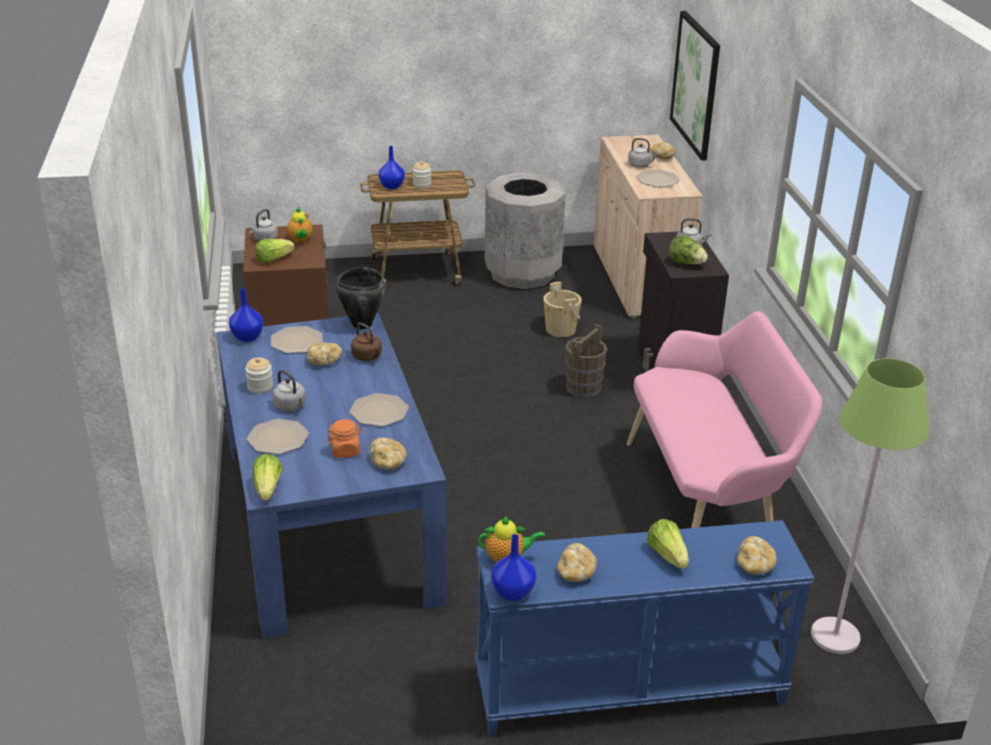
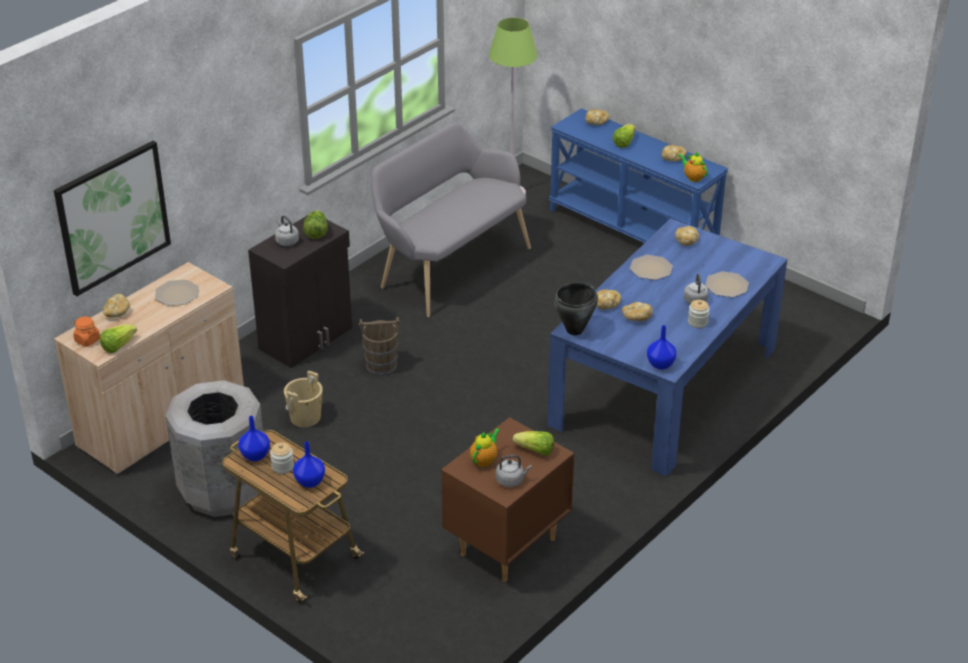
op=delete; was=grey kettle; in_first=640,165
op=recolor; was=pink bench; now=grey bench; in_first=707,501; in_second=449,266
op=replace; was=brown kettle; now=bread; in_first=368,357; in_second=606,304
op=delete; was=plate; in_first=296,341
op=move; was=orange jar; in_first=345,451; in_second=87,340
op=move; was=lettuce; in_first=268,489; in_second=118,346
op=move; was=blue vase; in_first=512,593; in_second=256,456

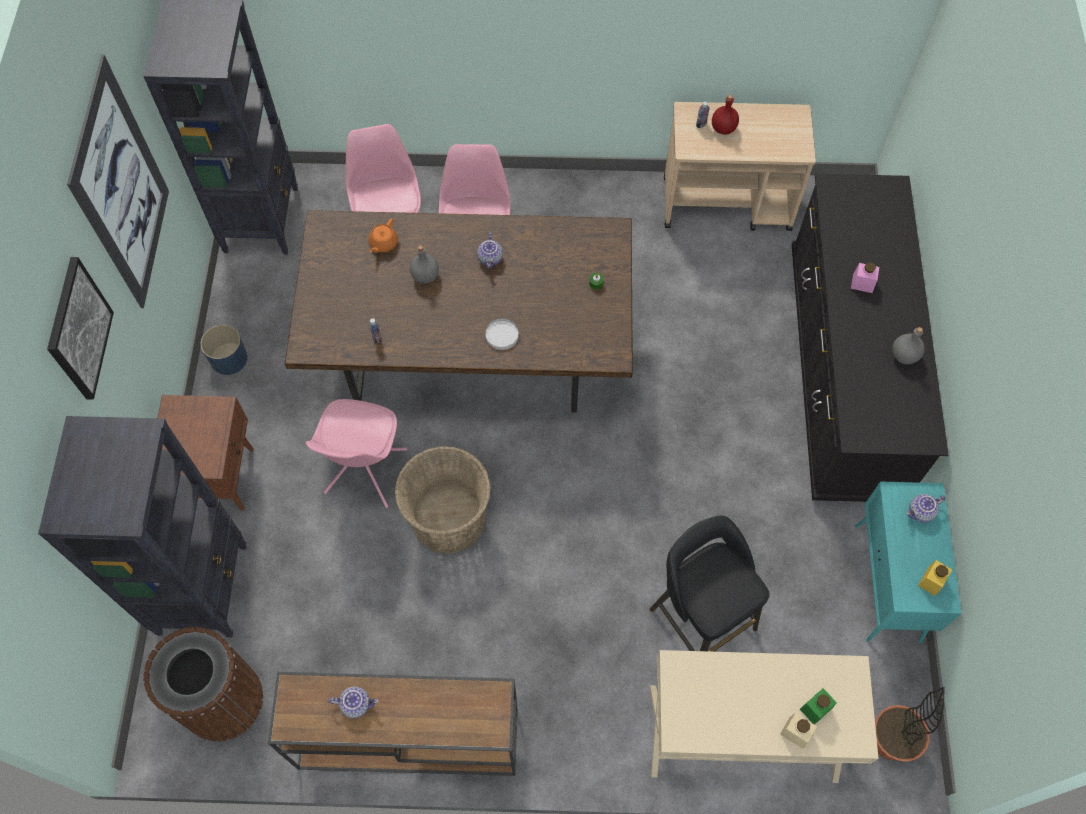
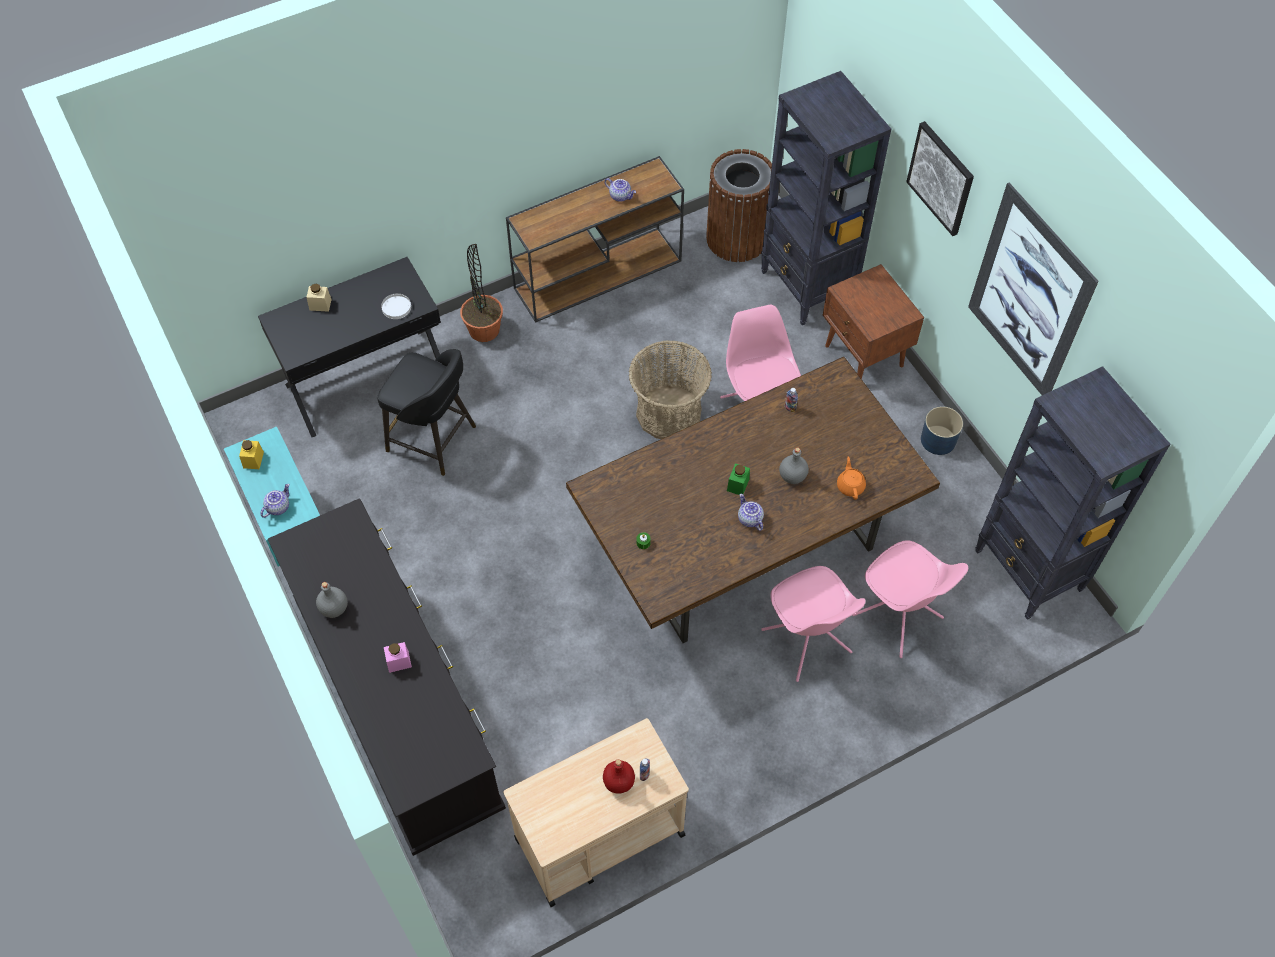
op=move; was=white plate; in_first=502,335; in_second=396,307
op=recolor; was=beige desk; now=black desk; in_first=742,734; in_second=367,380
op=rotate; was=teapot; in_first=356,704; in_second=620,196; clockwise=-120
op=move; was=potted plant; in_first=890,740; in_second=484,330
op=move; was=green jar; in_first=815,708; in_second=738,485

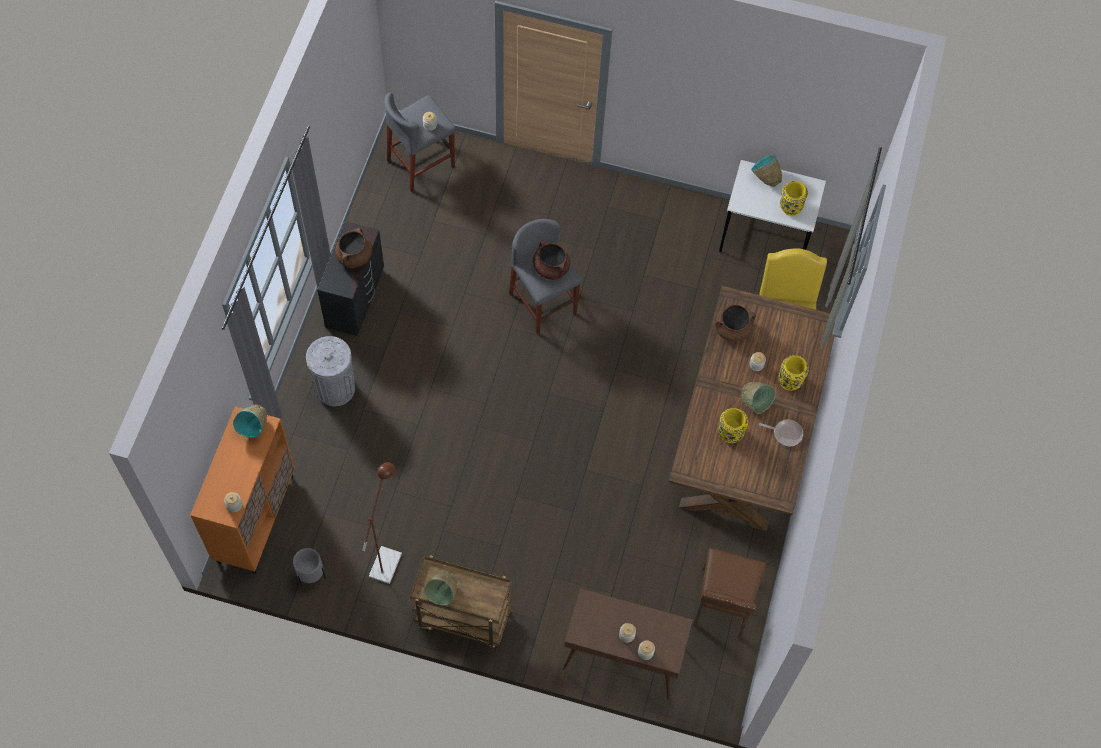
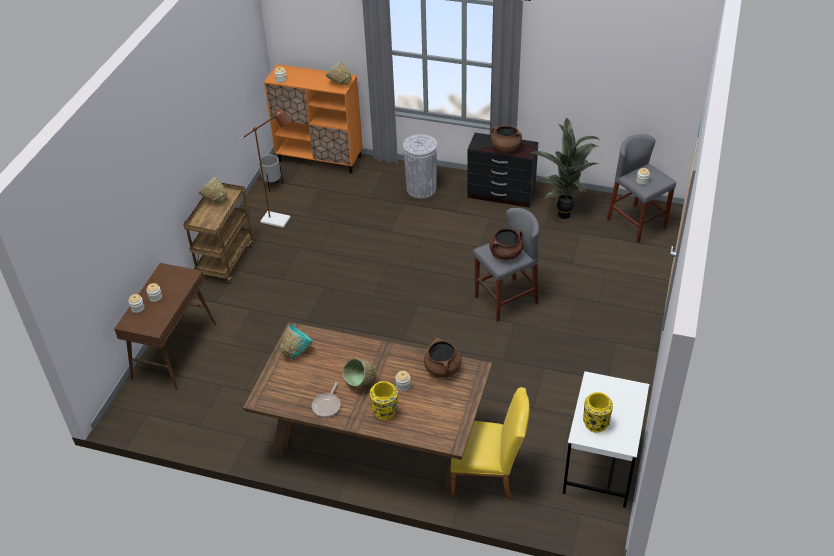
op=move; was=turquoise bowl; in_first=765,178; in_second=296,351
op=delete; was=yellow vase; in_first=730,433
op=delete; was=brown chair; in_first=723,605
op=insert; now=potted plant; in_second=563,213

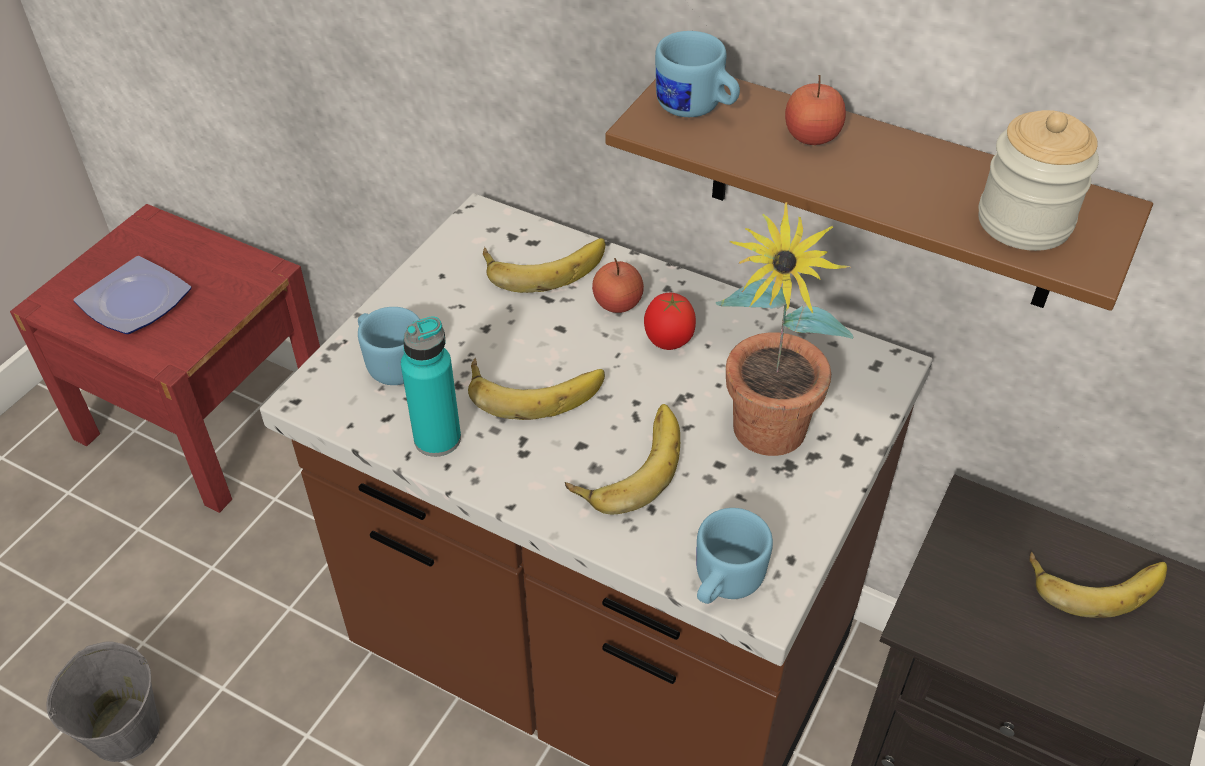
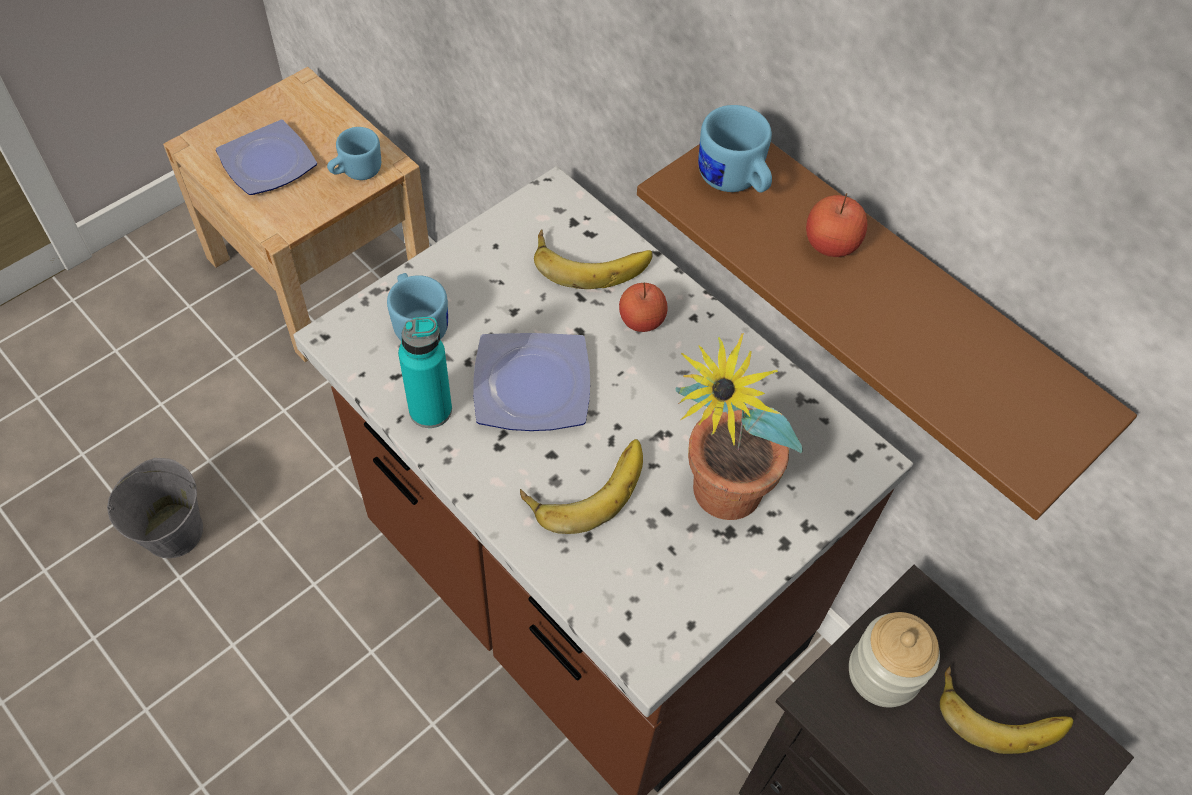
op=move; was=jar; in_first=1024,222; in_second=883,673
op=recolor; was=red nightstand; now=beige nightstand; in_first=204,416; in_second=320,268
op=delete; was=tomato; in_first=668,342
op=replace; was=banana; now=plate; in_first=535,387; in_second=534,384
op=move; was=blue mug; in_first=722,584; in_second=356,172

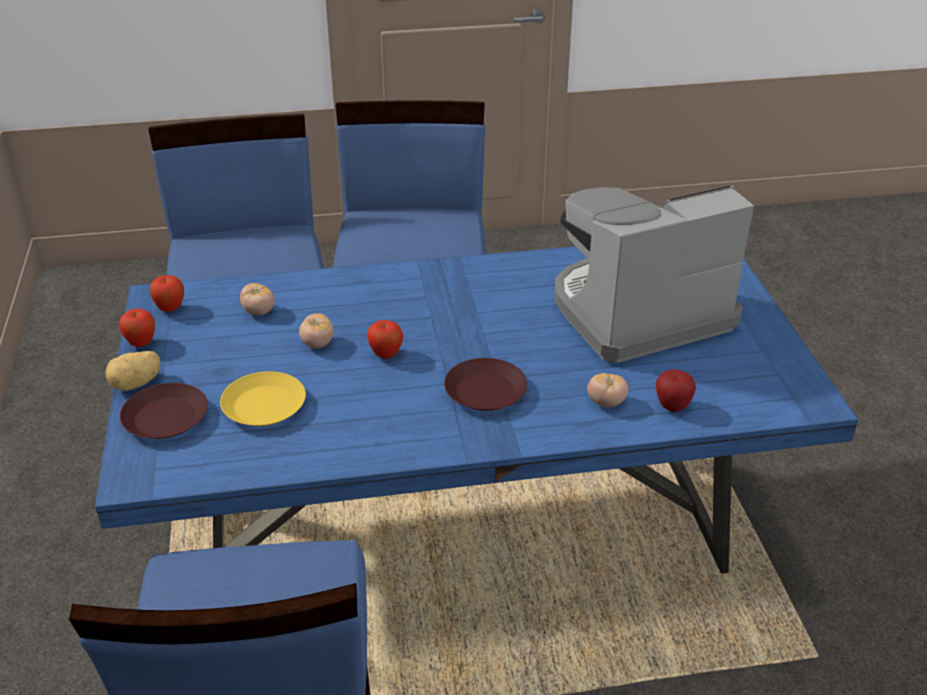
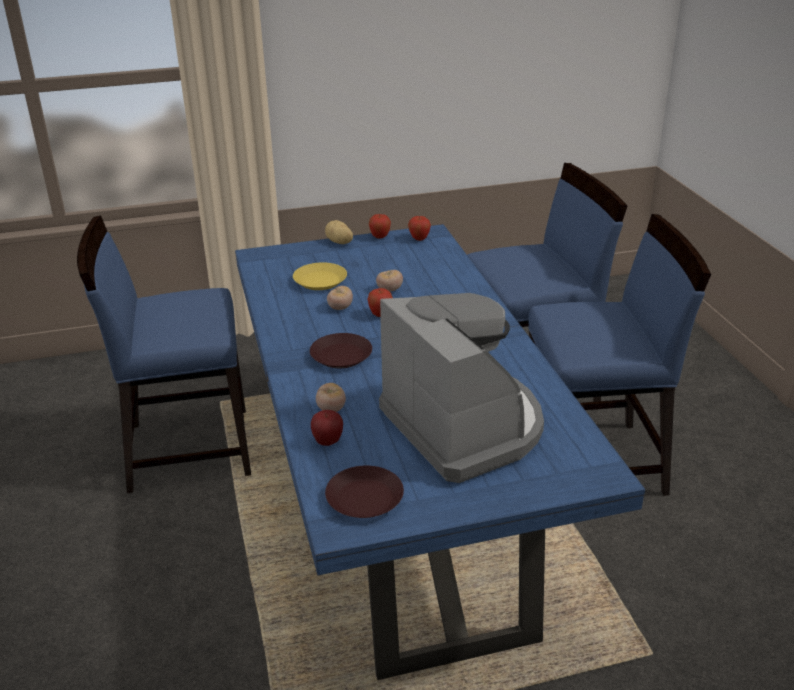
op=move; was=tomato; in_first=259,311; in_second=340,308
op=move; was=brown plate; in_first=165,418; in_second=365,498

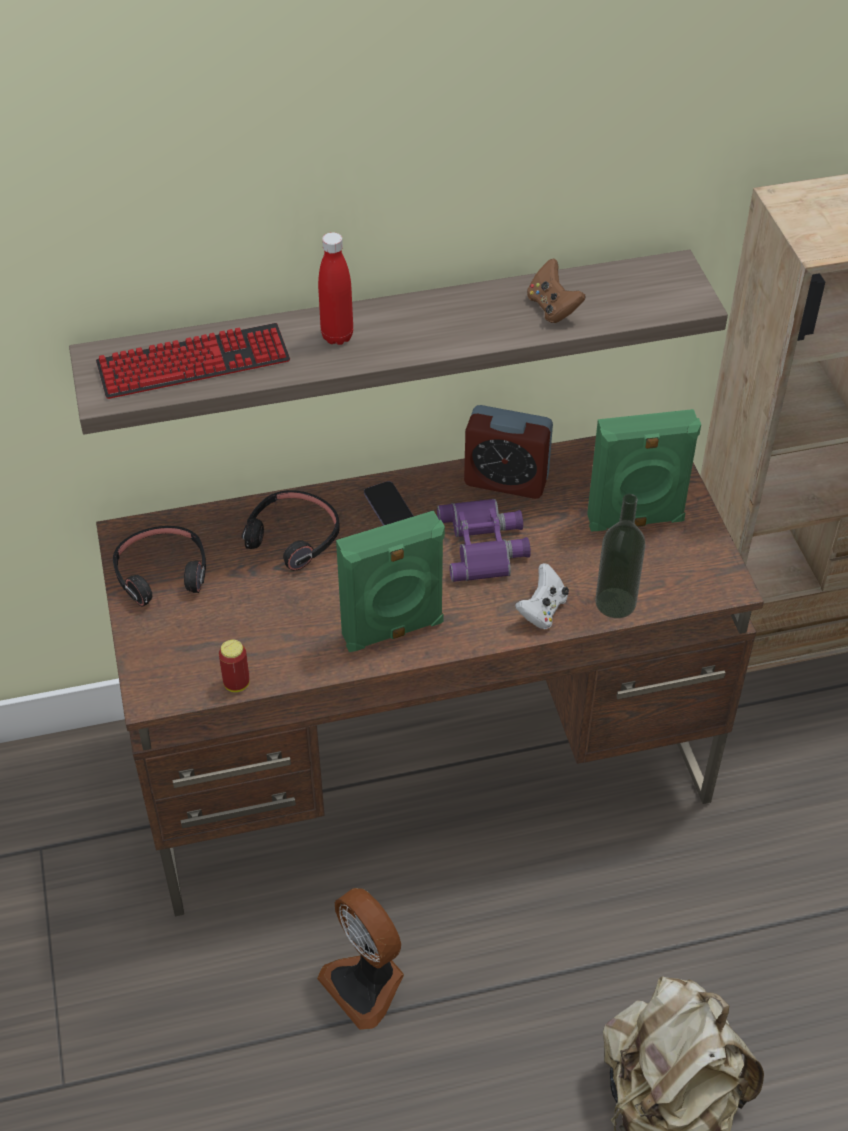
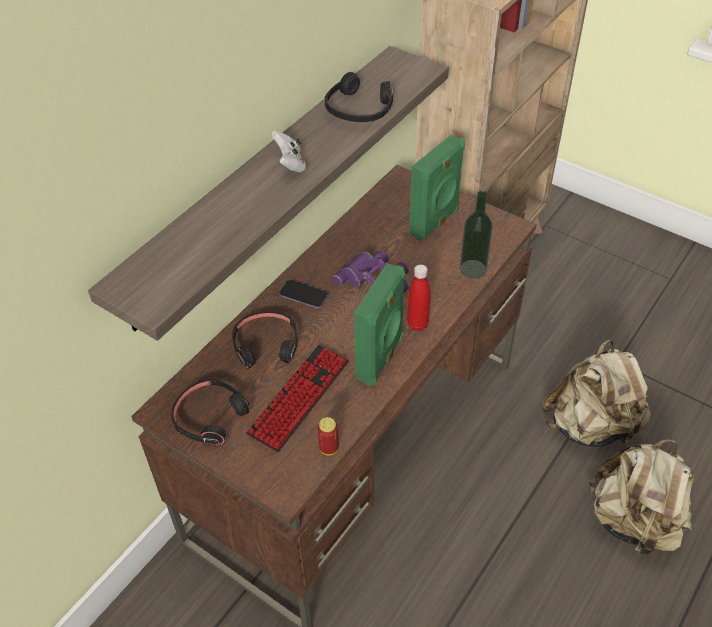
op=move; was=red bottle; in_first=337,336; in_second=417,324
op=replace; was=brown game controller; now=black headphones; in_first=552,308; in_second=359,109
op=move; was=keyboard; in_first=193,364; in_second=299,398
op=delete; was=alarm clock; in_first=506,480
op=move; was=white game controller; in_first=542,610; in_second=290,163
op=delete; was=fan; in_first=366,983
op=insert; now=beige backpack; in_second=591,425

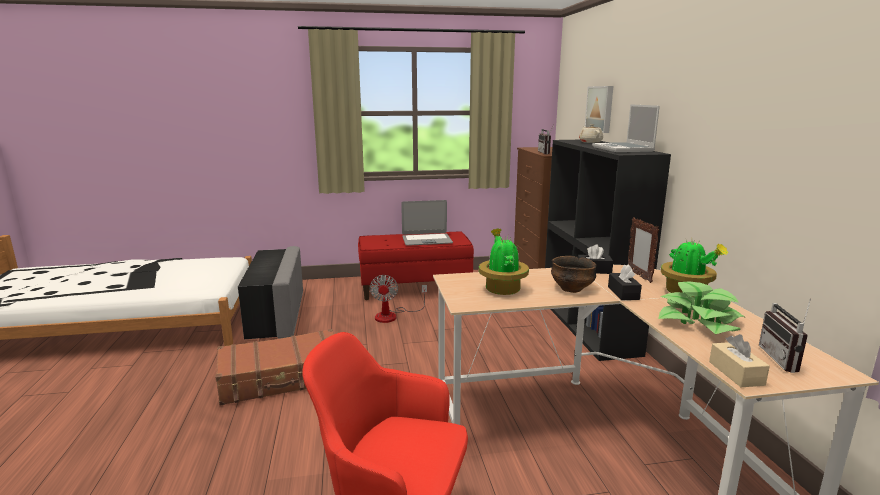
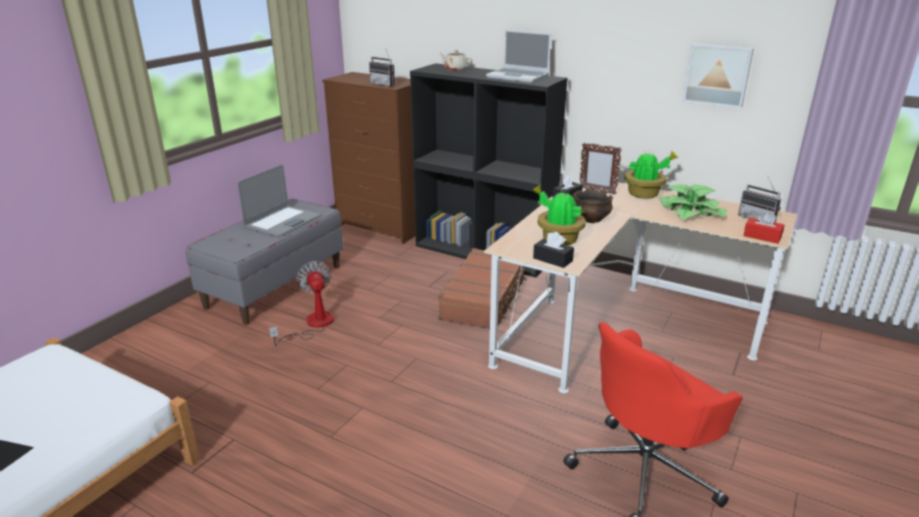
op=move; was=picture; in_first=600,109; in_second=717,75
op=recolor; was=red bench; now=grey bench; in_first=415,288; in_second=275,286
op=delete; was=grey ottoman; in_first=277,314
op=move; was=black tissue box; in_first=623,293; in_second=552,259
op=rotate; was=fan; in_first=392,315; in_second=313,325; clockwise=-150
op=move; was=brown suitcase; in_first=282,378; in_second=484,298
op=recolor; was=beige tissue box; now=red tissue box; in_first=736,373; in_second=762,236

